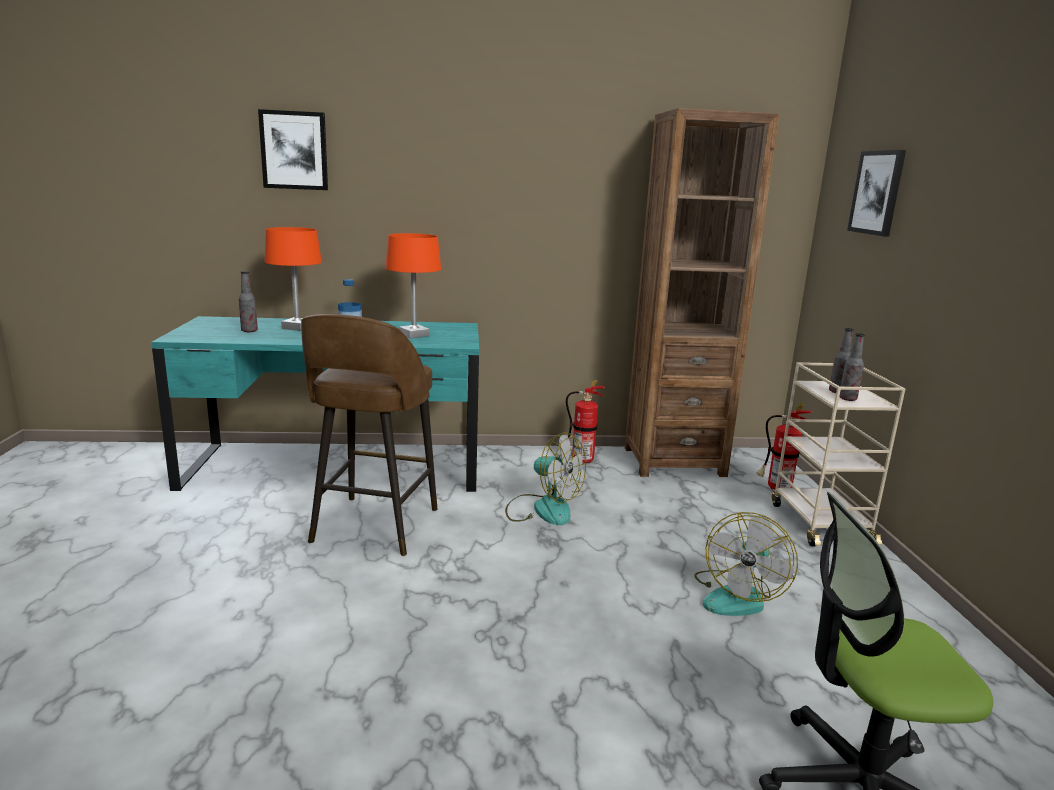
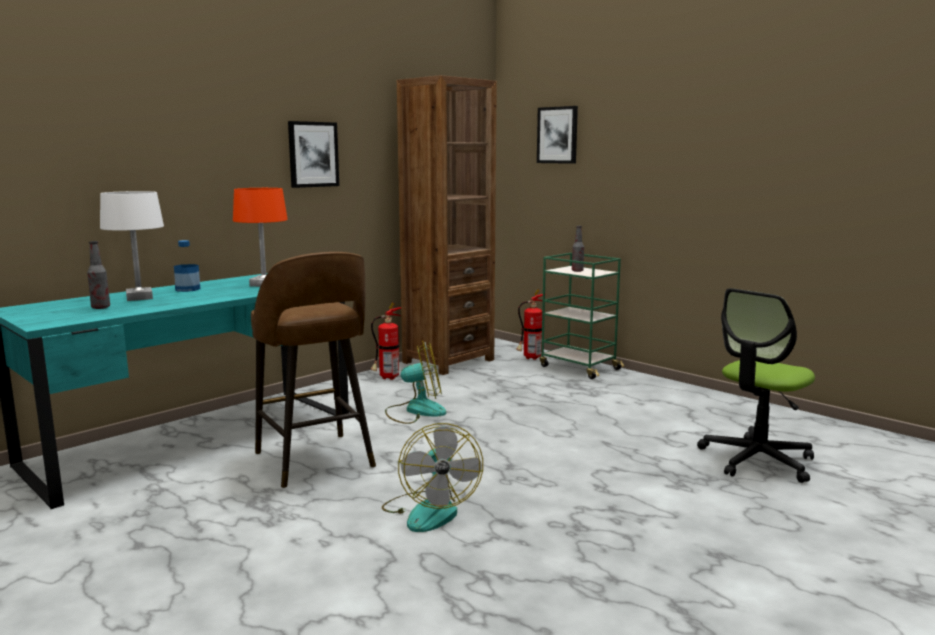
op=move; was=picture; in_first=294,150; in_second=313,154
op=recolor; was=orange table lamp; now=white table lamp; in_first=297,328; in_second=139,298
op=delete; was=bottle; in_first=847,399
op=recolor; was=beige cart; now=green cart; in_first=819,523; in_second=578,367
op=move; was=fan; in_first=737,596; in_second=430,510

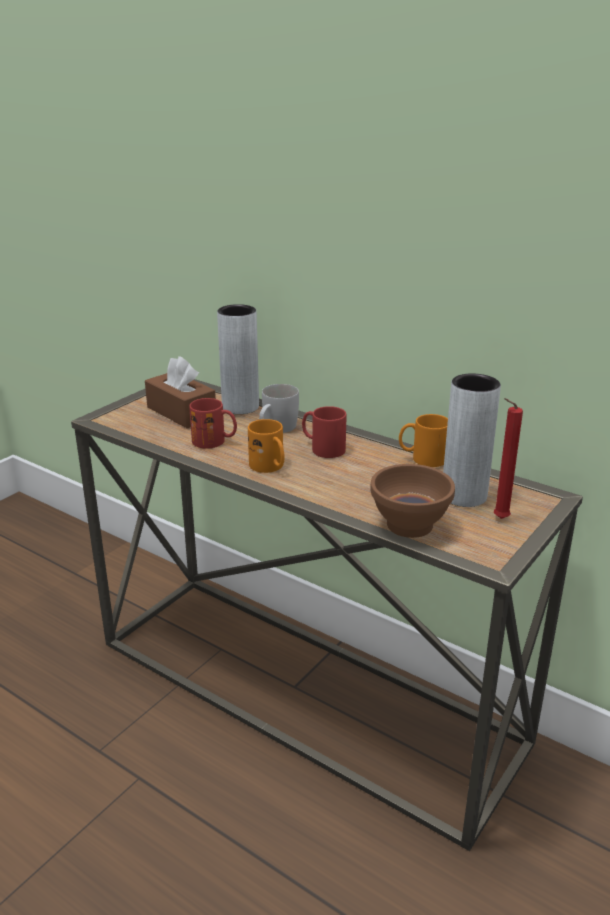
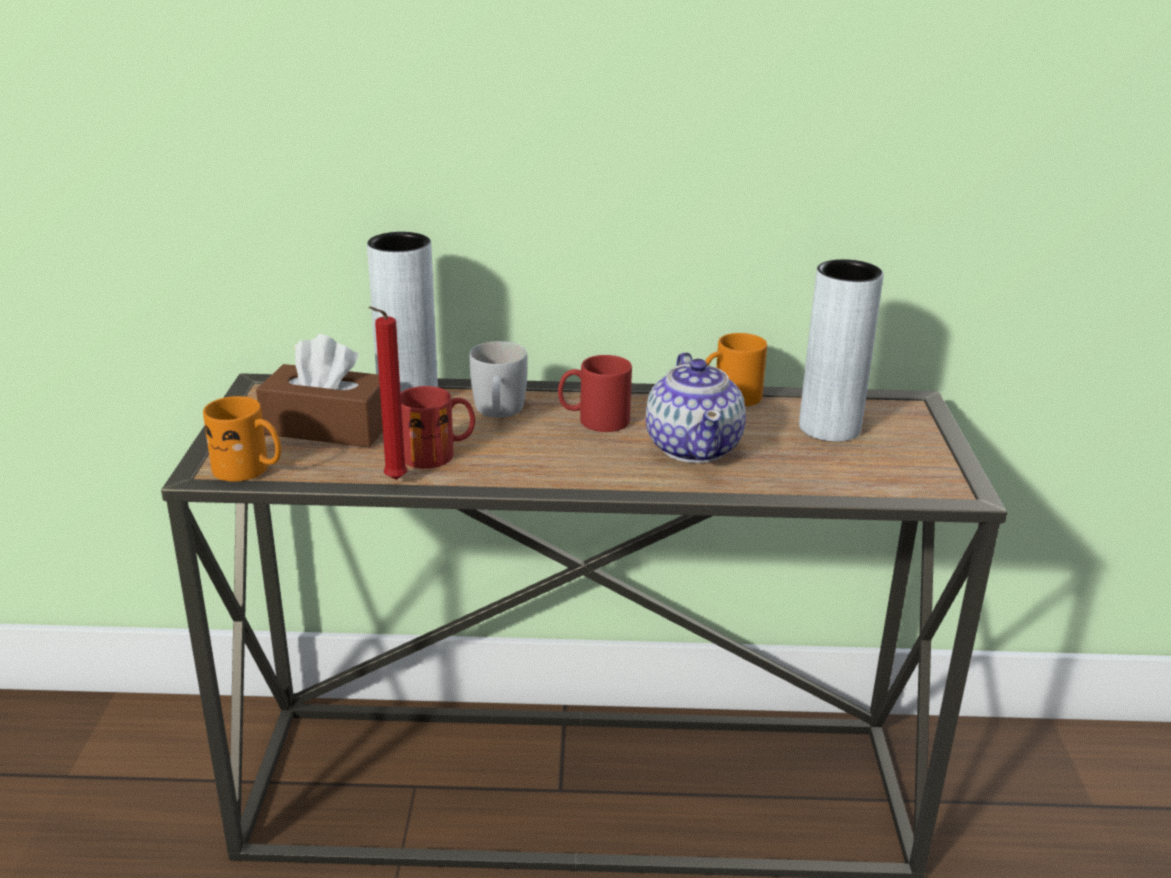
op=move; was=red candle; in_first=498,519; in_second=393,481
op=move; was=orange mug; in_first=270,467; in_second=250,470
op=delete; was=brown bowl; in_first=409,526
op=insert; now=teapot; in_second=694,447

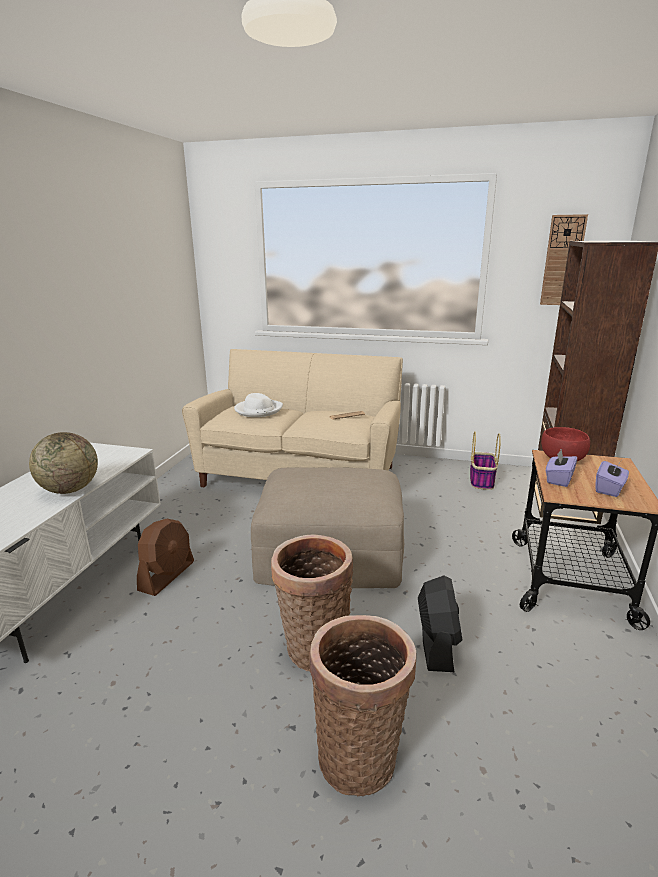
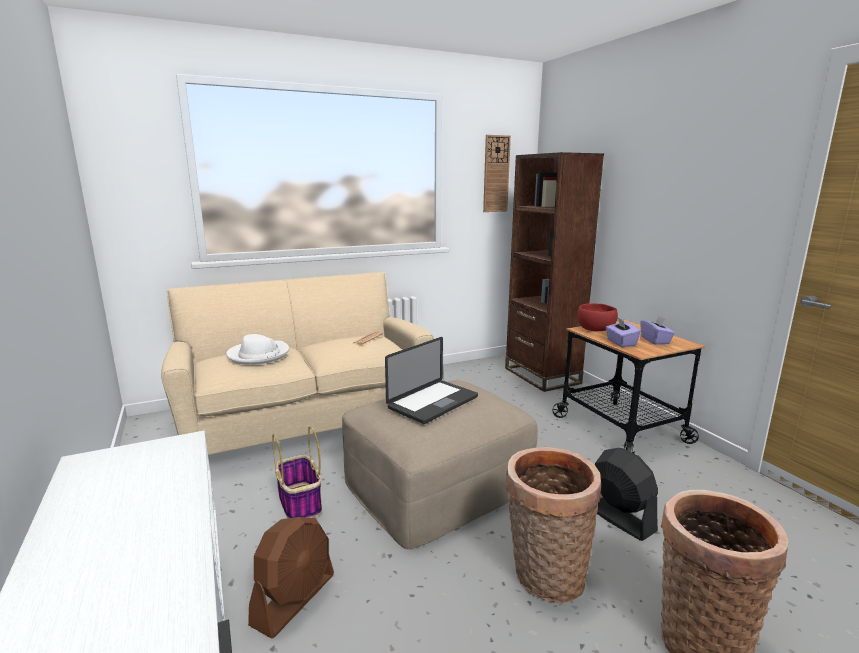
op=move; was=basket; in_first=481,480; in_second=299,502
op=delete; was=globe; in_first=70,490
op=rotate; was=brown fan; in_first=167,576; in_second=294,599; clockwise=45
op=insert; now=laptop; in_second=433,402

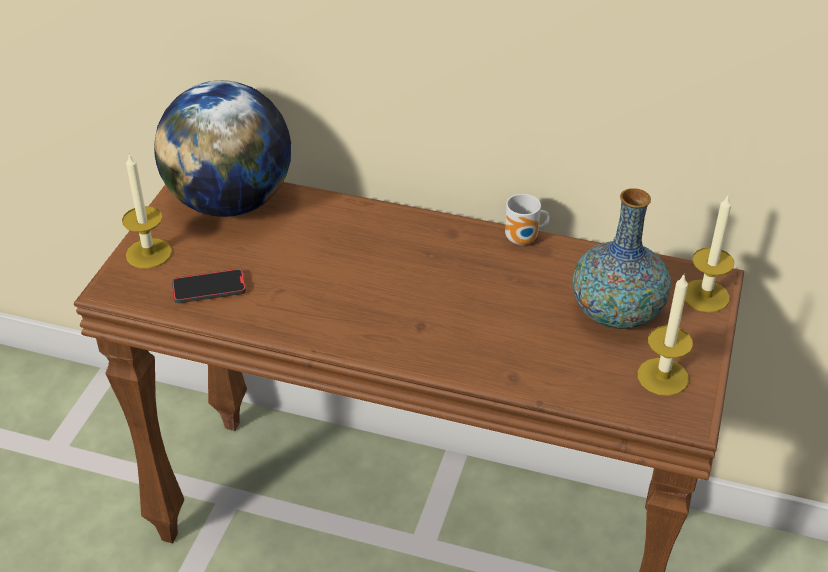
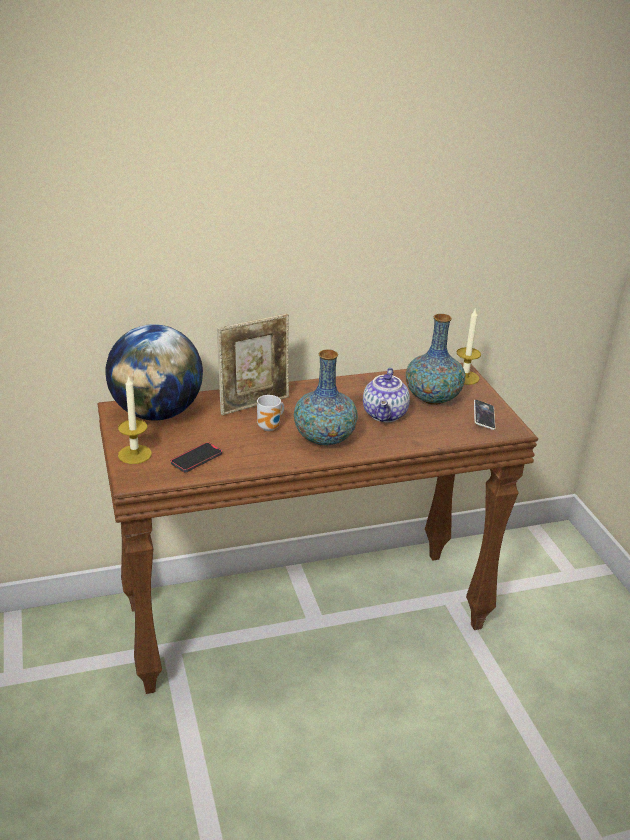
op=move; was=mug; in_first=523,240; in_second=270,427
op=replace; was=candle; now=phone; in_first=663,377; in_second=484,417
op=insert; now=picture frame; in_second=254,404
op=insert; now=vase; in_second=324,438
op=insert; now=teapot; in_second=385,415

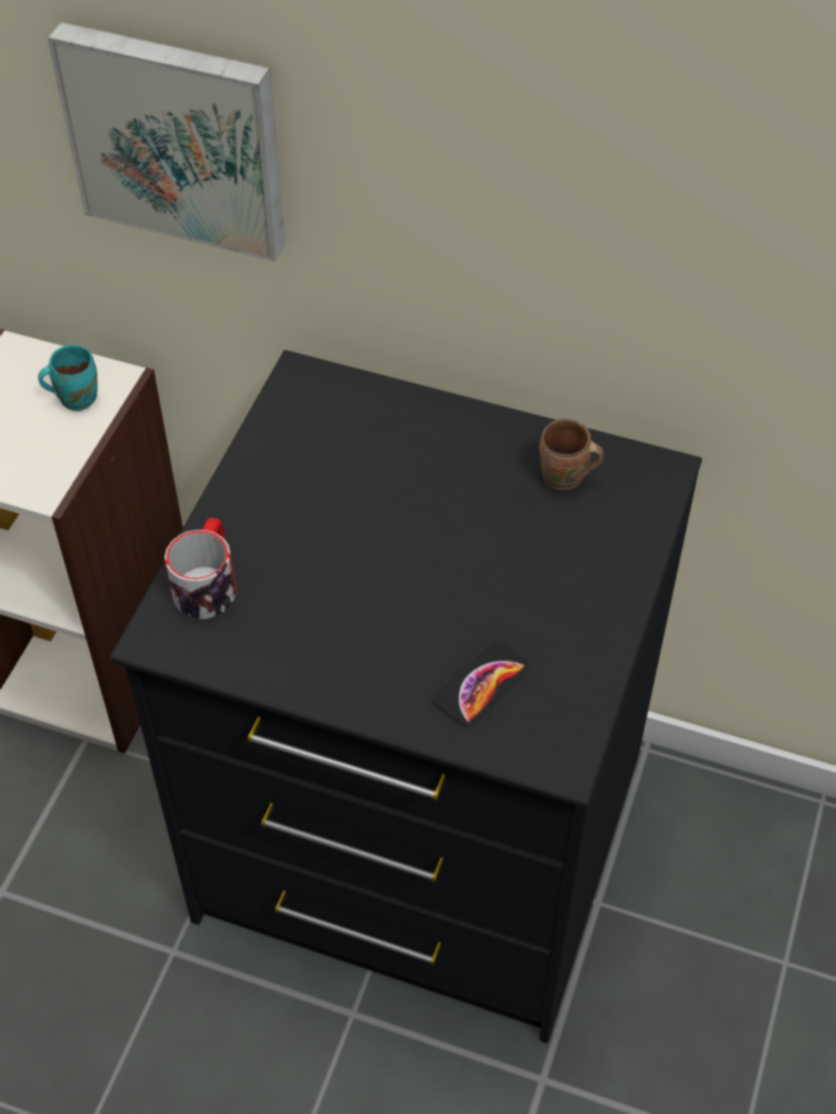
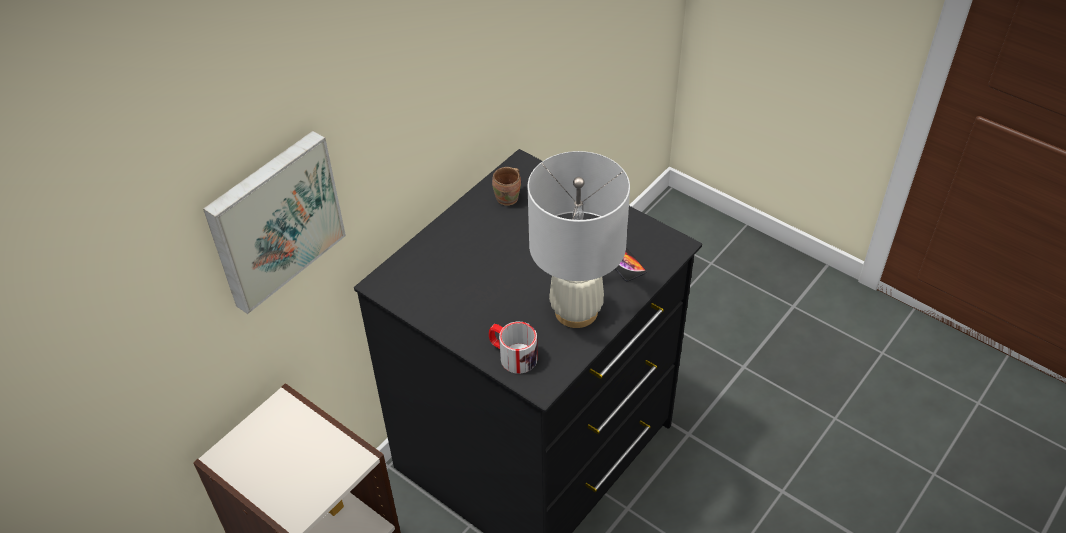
op=delete; was=turquoise mug; in_first=75,397
op=insert; now=white table lamp; in_second=576,311

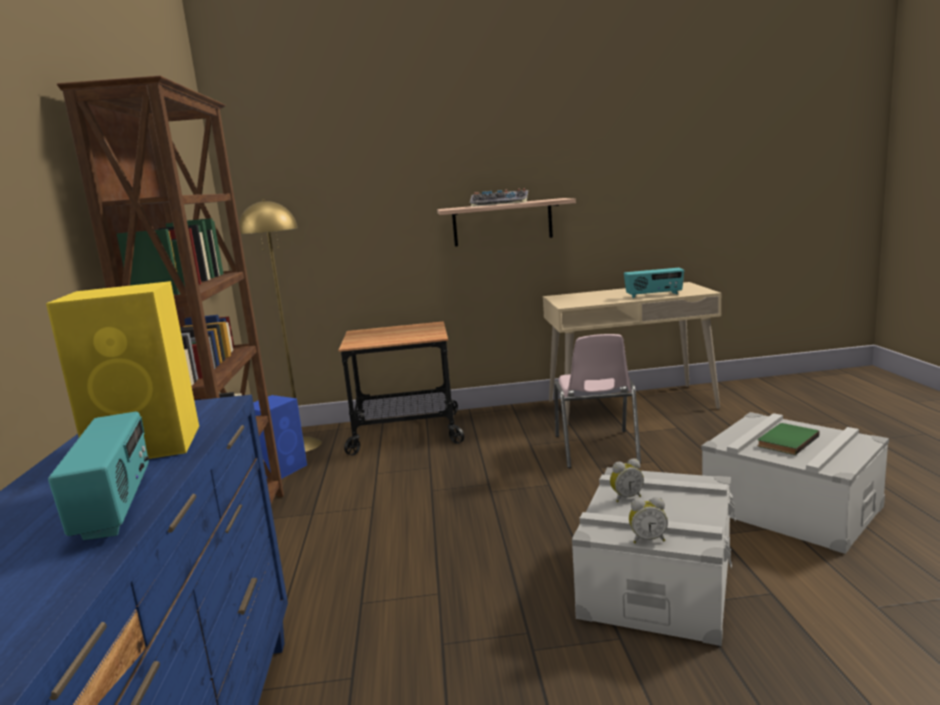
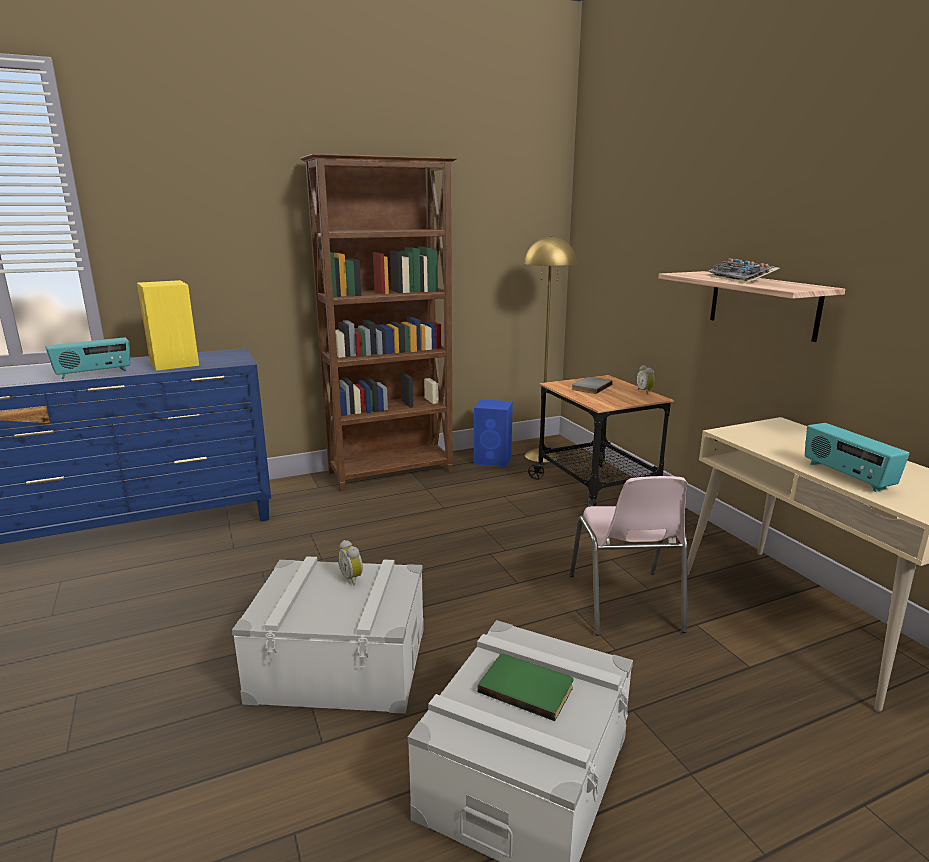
op=rotate; was=pink chair; in_first=596,449; in_second=625,603; clockwise=-75
op=move; was=alarm clock; in_first=648,539; in_second=645,391
op=insert; now=grey book; in_second=590,387

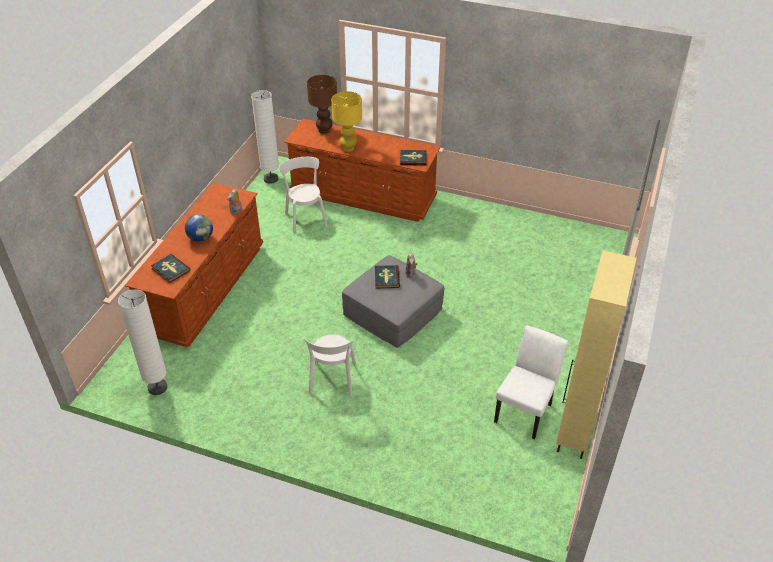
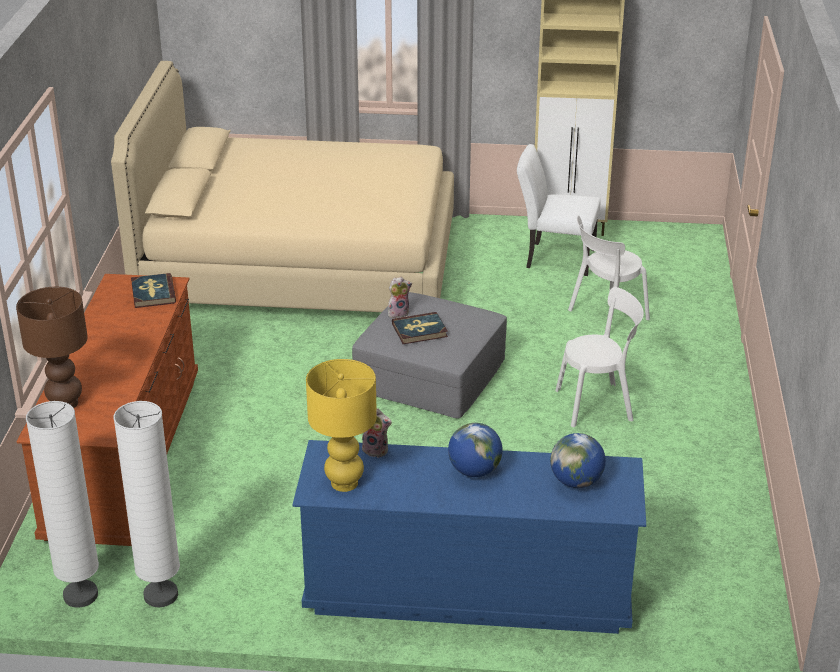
op=move; was=yellow table lamp; in_first=348,148; in_second=344,483
op=move; was=white chair; in_first=305,218; in_second=605,315
op=recolor; was=brown dresser; now=blue dresser; in_first=206,289; in_second=468,590
op=replace; was=book; now=globe; in_first=170,269; in_second=576,482
op=move; was=white floor lamp; in_first=157,387; in_second=161,595
op=insert; now=beige bed; in_second=299,266

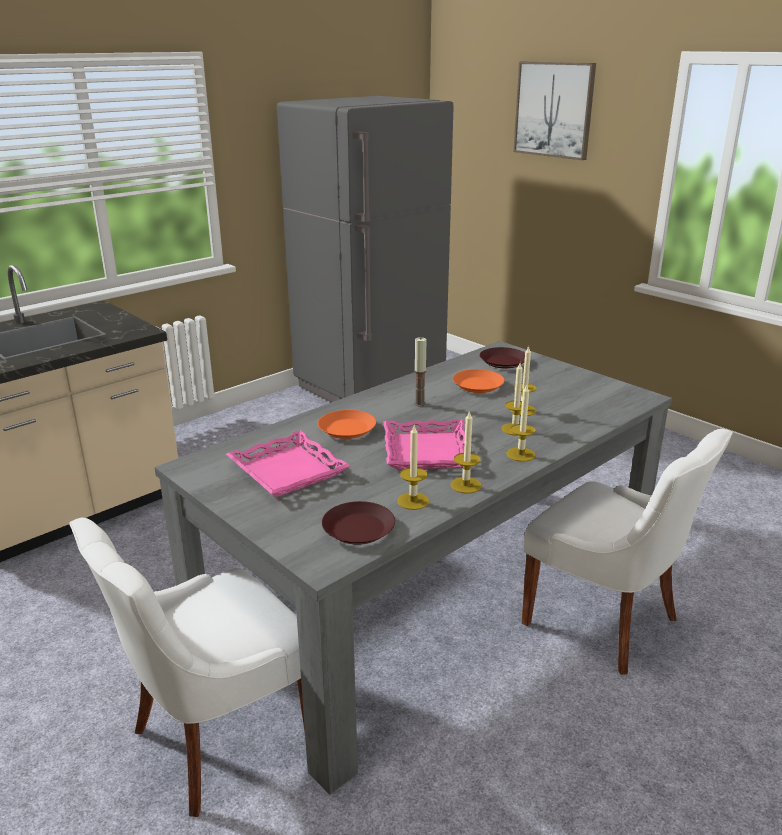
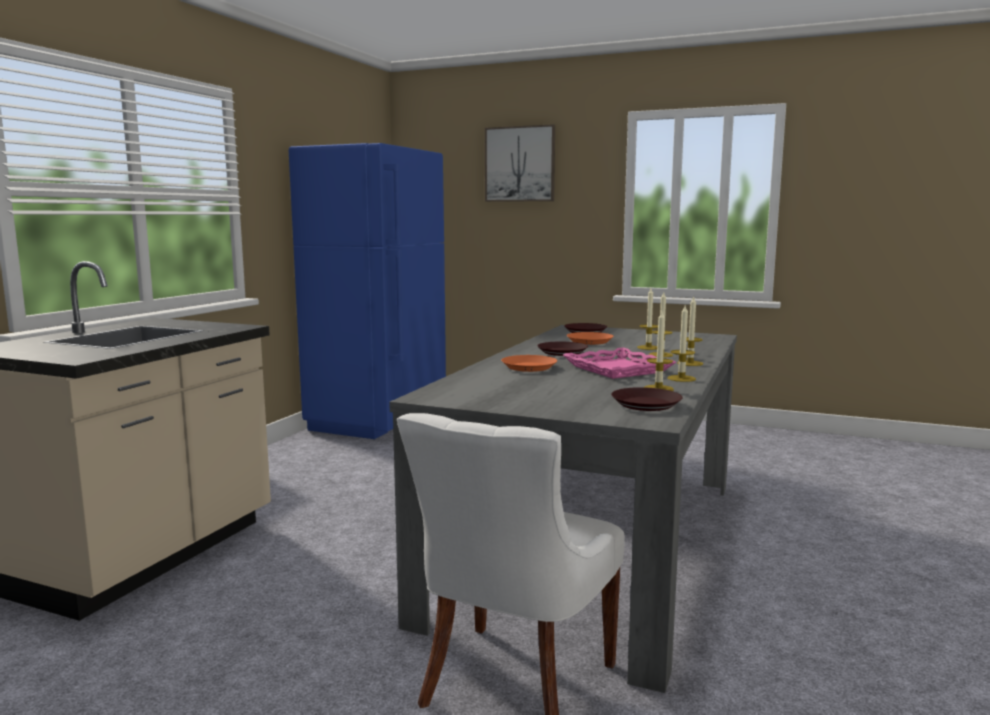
op=recolor; was=grey fridge; now=blue fridge; in_first=371,385; in_second=379,421
op=replace; was=candle; now=brown plate; in_first=419,403; in_second=562,352
op=delete; was=white chair; in_first=604,621
op=delete; was=pink tray; in_first=289,470

